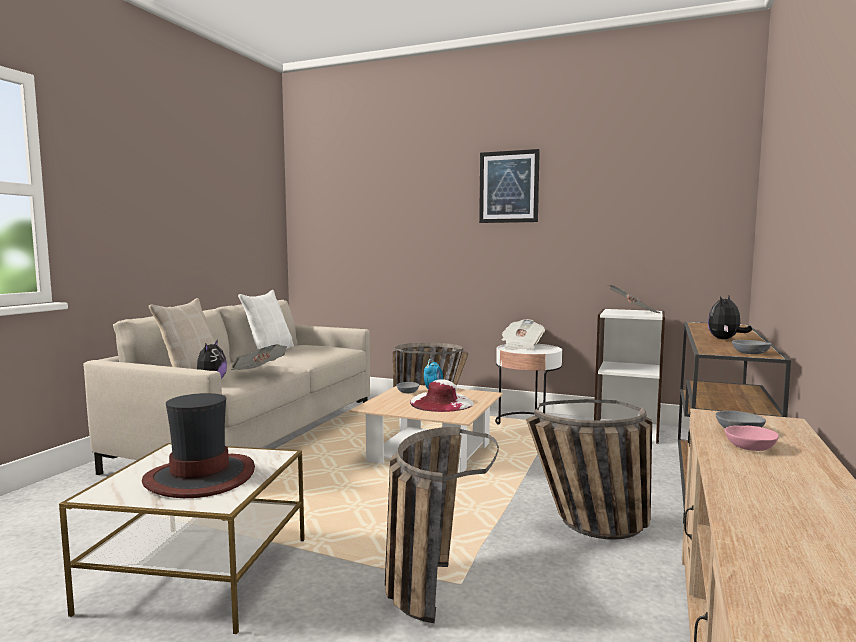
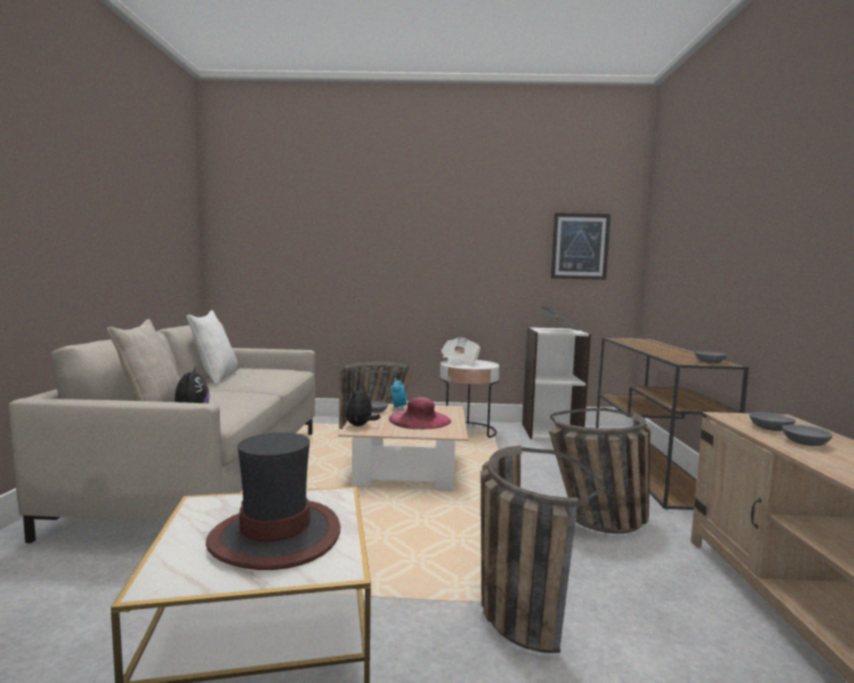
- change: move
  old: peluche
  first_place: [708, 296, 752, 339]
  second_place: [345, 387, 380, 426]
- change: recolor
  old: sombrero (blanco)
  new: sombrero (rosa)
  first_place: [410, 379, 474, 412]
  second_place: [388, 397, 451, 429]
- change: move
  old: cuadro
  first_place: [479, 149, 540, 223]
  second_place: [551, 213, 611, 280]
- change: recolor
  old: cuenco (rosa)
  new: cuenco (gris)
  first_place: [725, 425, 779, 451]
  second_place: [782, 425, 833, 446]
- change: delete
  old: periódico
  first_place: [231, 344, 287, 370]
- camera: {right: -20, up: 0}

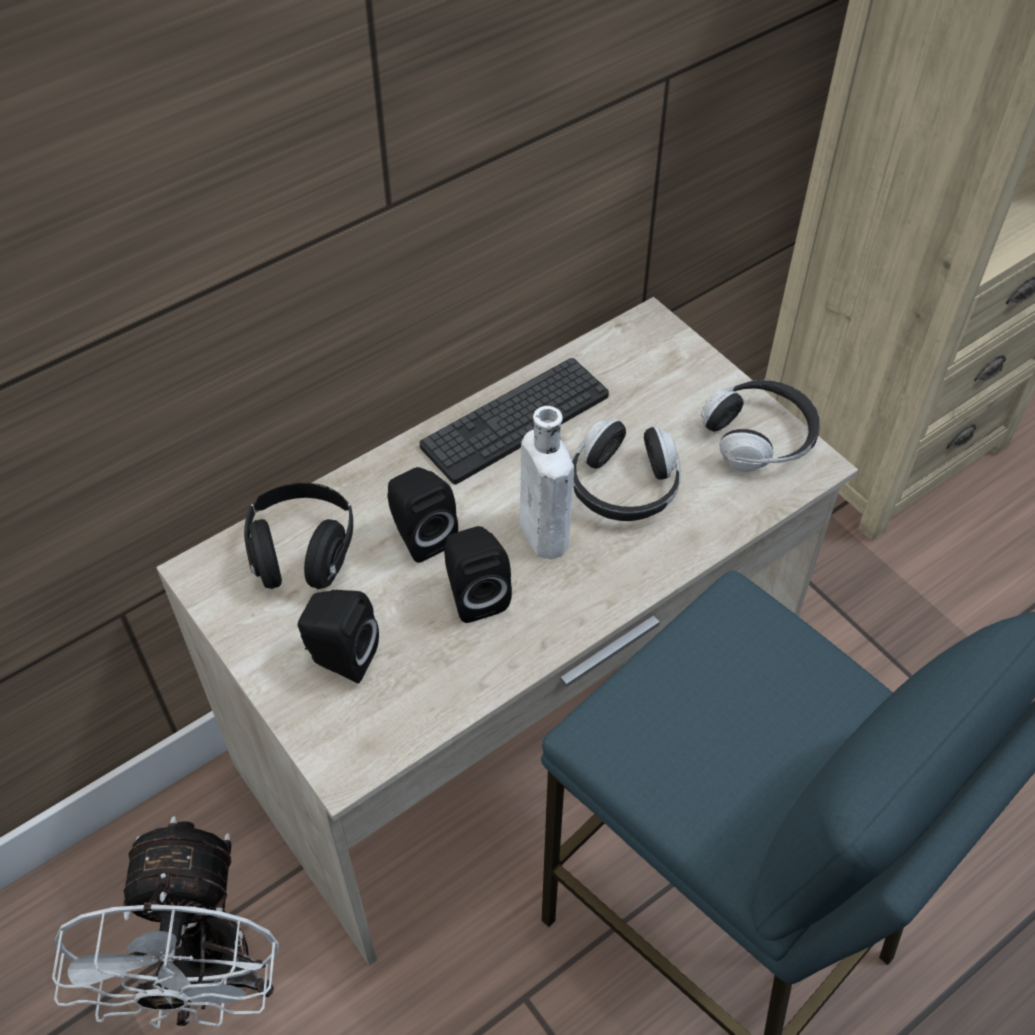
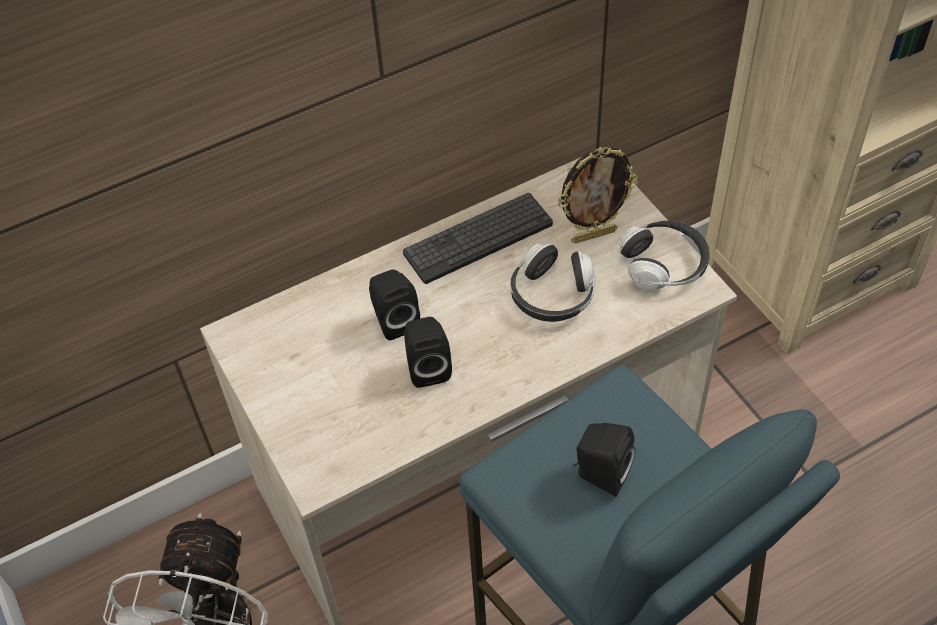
- change: insert
  new: portarretratos
  second_place: [557, 147, 638, 244]
- change: move
  old: altavoz (negro)
  first_place: [298, 590, 379, 684]
  second_place: [573, 423, 636, 497]
- change: delete
  old: auriculares (negro)
  first_place: [244, 483, 353, 589]
- change: delete
  old: botella (blanco)
  first_place: [520, 406, 574, 559]
- camera: {right: 10, up: 0}

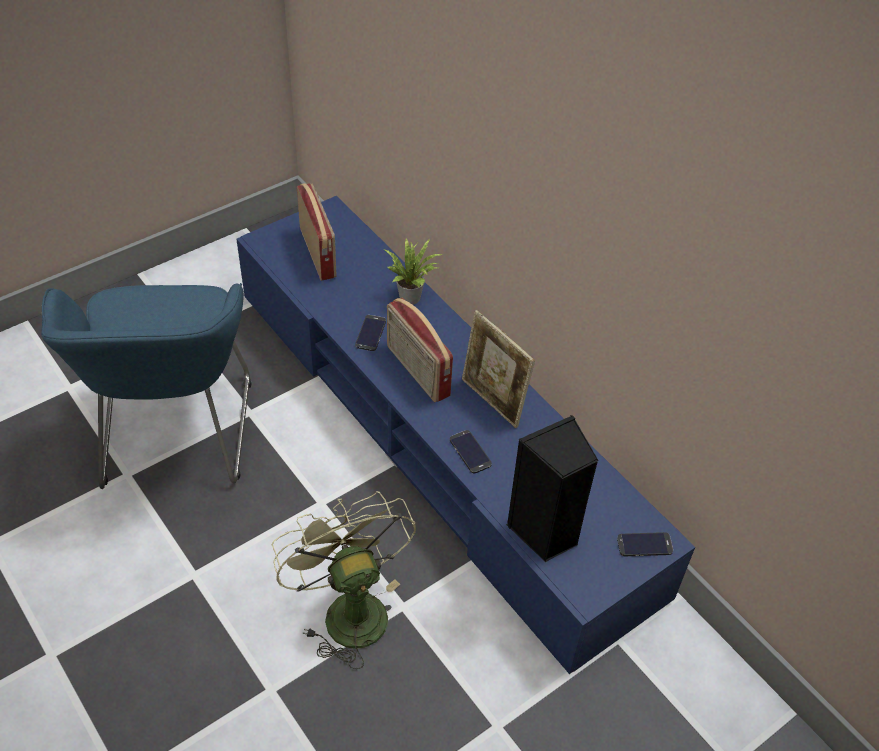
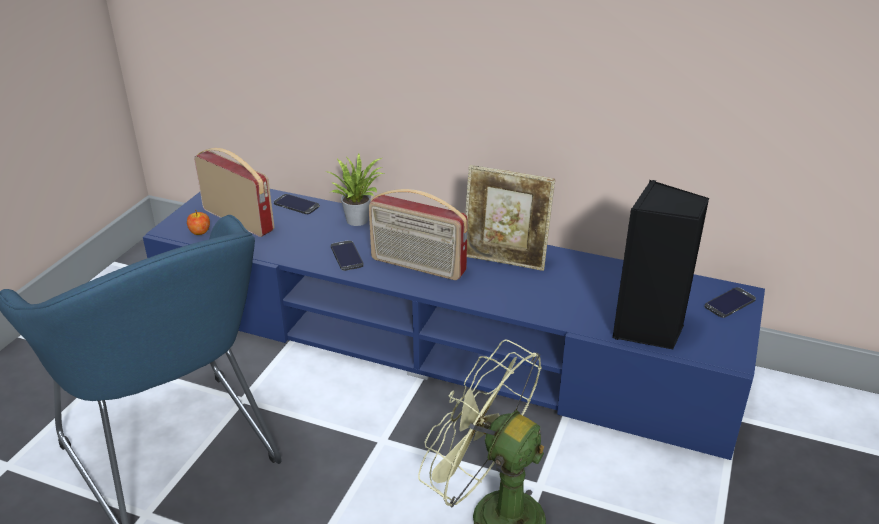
- change: insert
  new: manzana
  second_place: [187, 210, 210, 235]
- change: move
  old: móvil
  first_place: [450, 430, 492, 473]
  second_place: [274, 194, 319, 214]
- camera: {right: -30, up: -15}

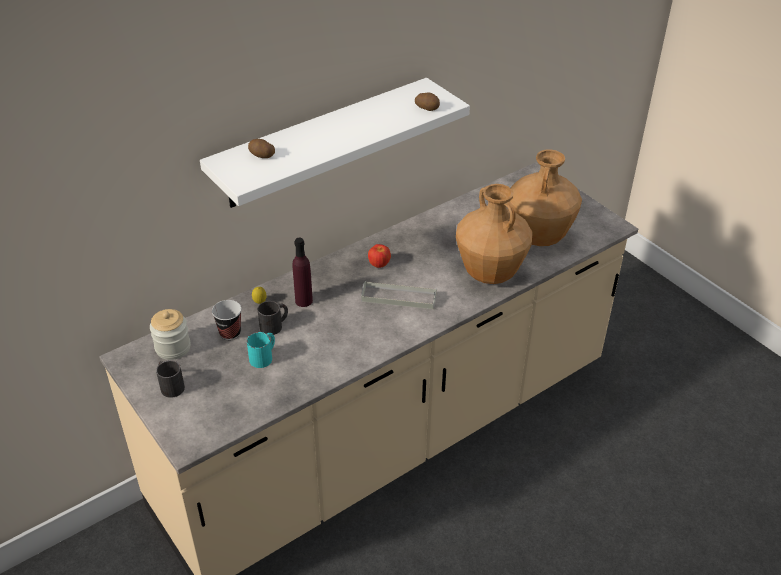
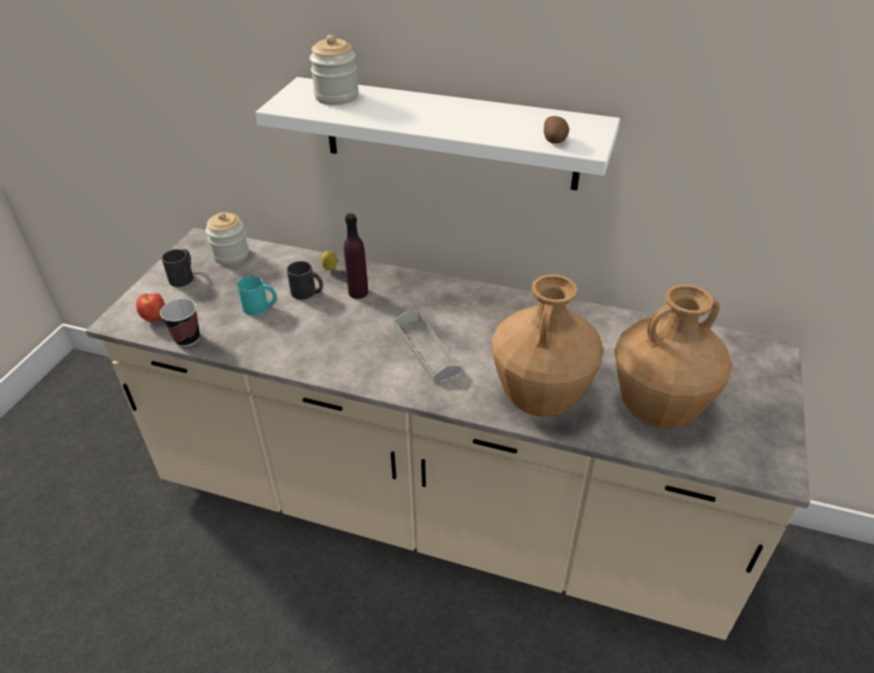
- change: move
  old: manzana
  first_place: [368, 244, 391, 268]
  second_place: [136, 293, 165, 322]
- change: move
  old: taza
  first_place: [212, 300, 242, 340]
  second_place: [160, 299, 200, 347]
- change: replace
  old: patata
  new: tarro
  first_place: [248, 139, 275, 158]
  second_place: [310, 35, 359, 105]
- camera: {right: 55, up: 0}

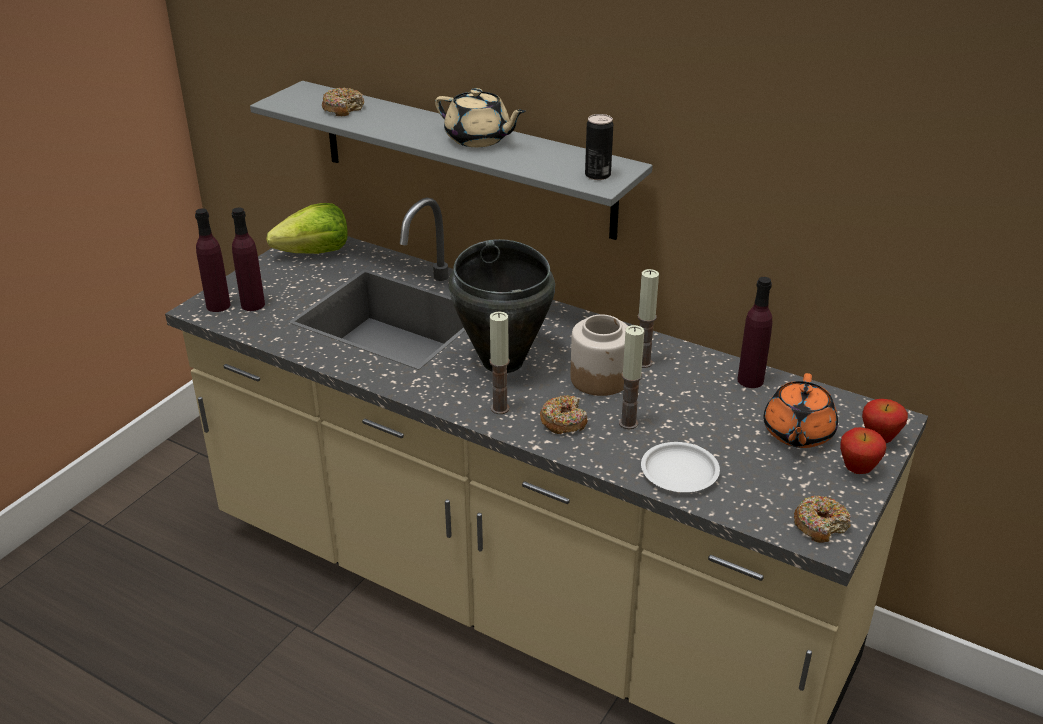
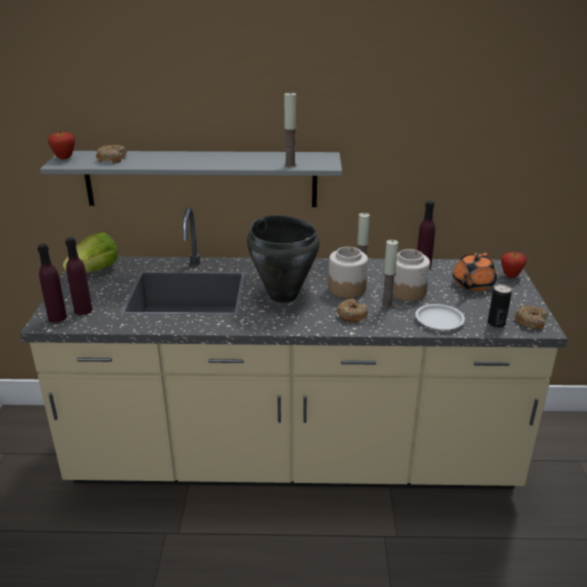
- change: move
  old: manzana
  first_place: [840, 427, 886, 474]
  second_place: [48, 131, 75, 159]
- change: move
  old: vela
  first_place: [489, 312, 510, 414]
  second_place: [284, 92, 297, 167]
- change: insert
  new: tarro
  second_place: [393, 249, 430, 301]
- change: rotate
  old: tetera (naranja)
  first_place: [764, 373, 838, 448]
  second_place: [453, 253, 497, 291]
  degrees: 45
- change: move
  old: lata
  first_place: [585, 114, 613, 180]
  second_place: [488, 284, 512, 328]
- change: delete
  old: tetera (beis)
  first_place: [435, 88, 526, 147]
- camera: {right: -30, up: -5}

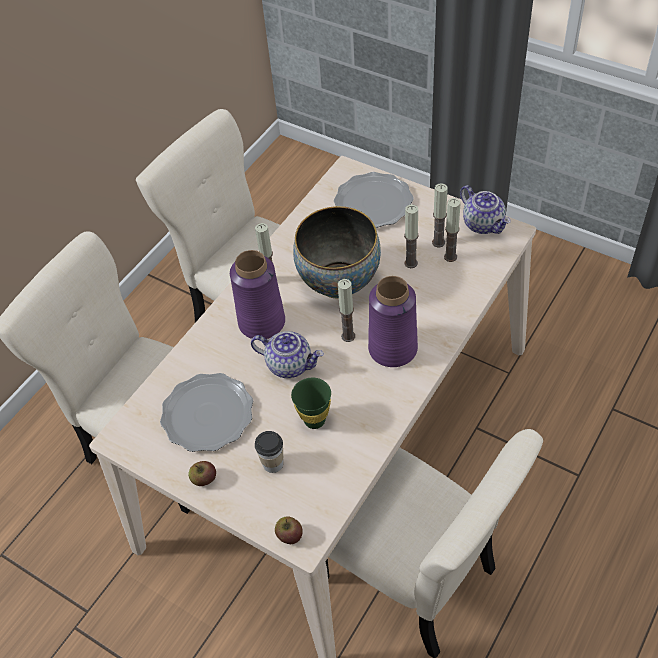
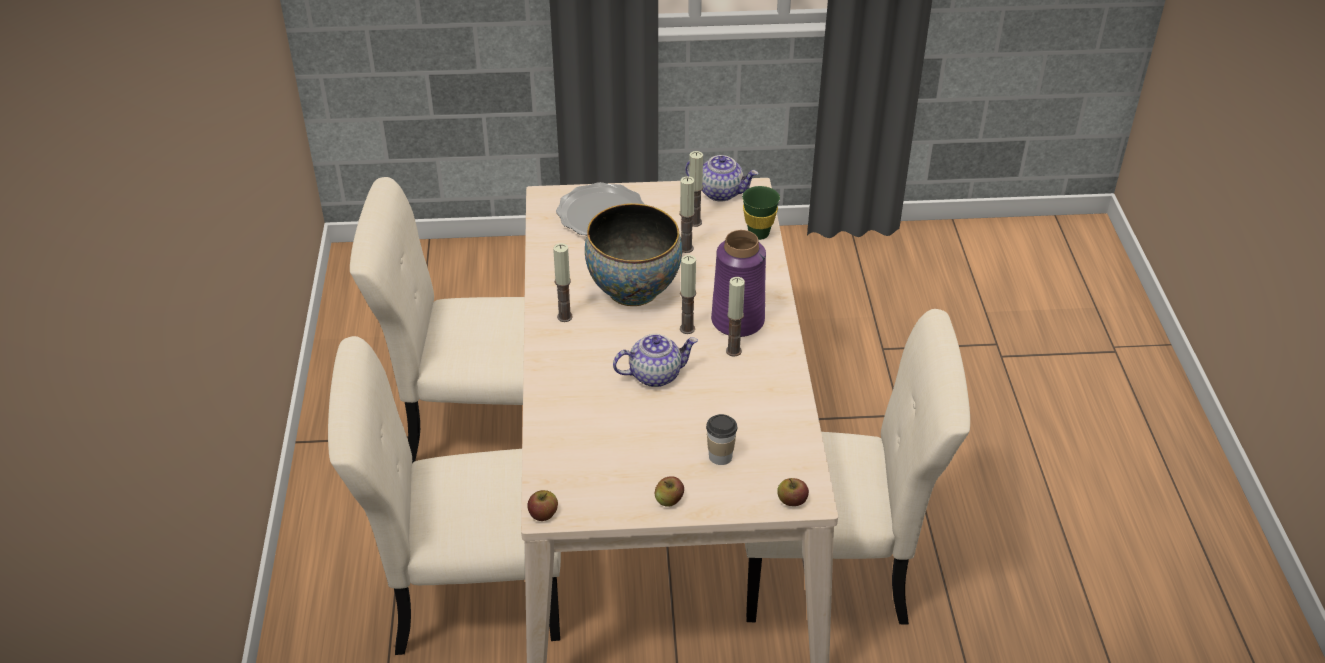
- change: insert
  new: manzana
  second_place: [527, 490, 558, 521]
- change: move
  old: vela
  first_place: [444, 198, 461, 262]
  second_place: [726, 277, 745, 357]
- change: move
  old: taza (verde)
  first_place: [291, 378, 331, 429]
  second_place: [742, 186, 780, 240]
- change: delete
  old: plato
  first_place: [160, 373, 253, 452]
- change: delete
  old: florero (morado)
  first_place: [230, 250, 285, 339]
- camera: {right: -40, up: -10}

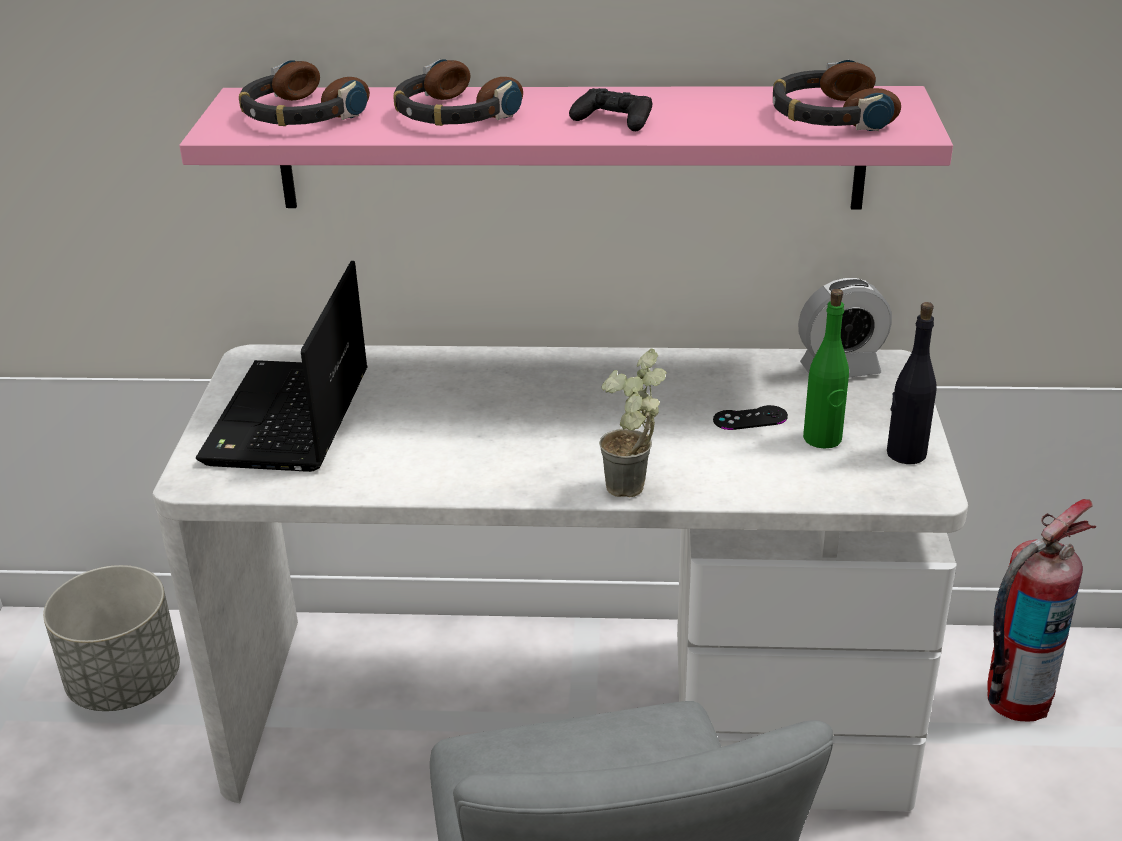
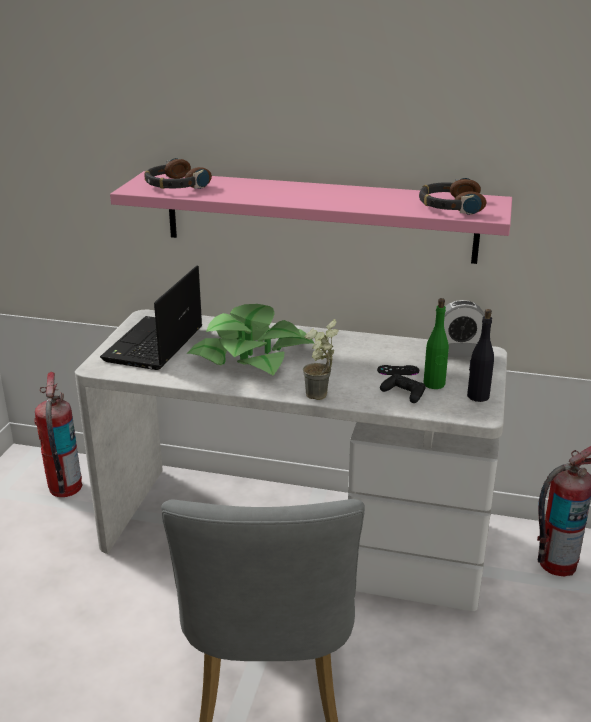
- change: replace
  old: maceta (gris)
  new: extintor
  first_place: [43, 565, 180, 711]
  second_place: [34, 372, 83, 497]
- change: insert
  new: planta en maceta
  second_place: [187, 304, 314, 376]
- change: move
  old: mando de consola (negro)
  first_place: [569, 88, 652, 131]
  second_place: [380, 374, 426, 403]
- change: delete
  old: auriculares
  first_place: [393, 59, 523, 126]
- camera: {right: 10, up: -5}

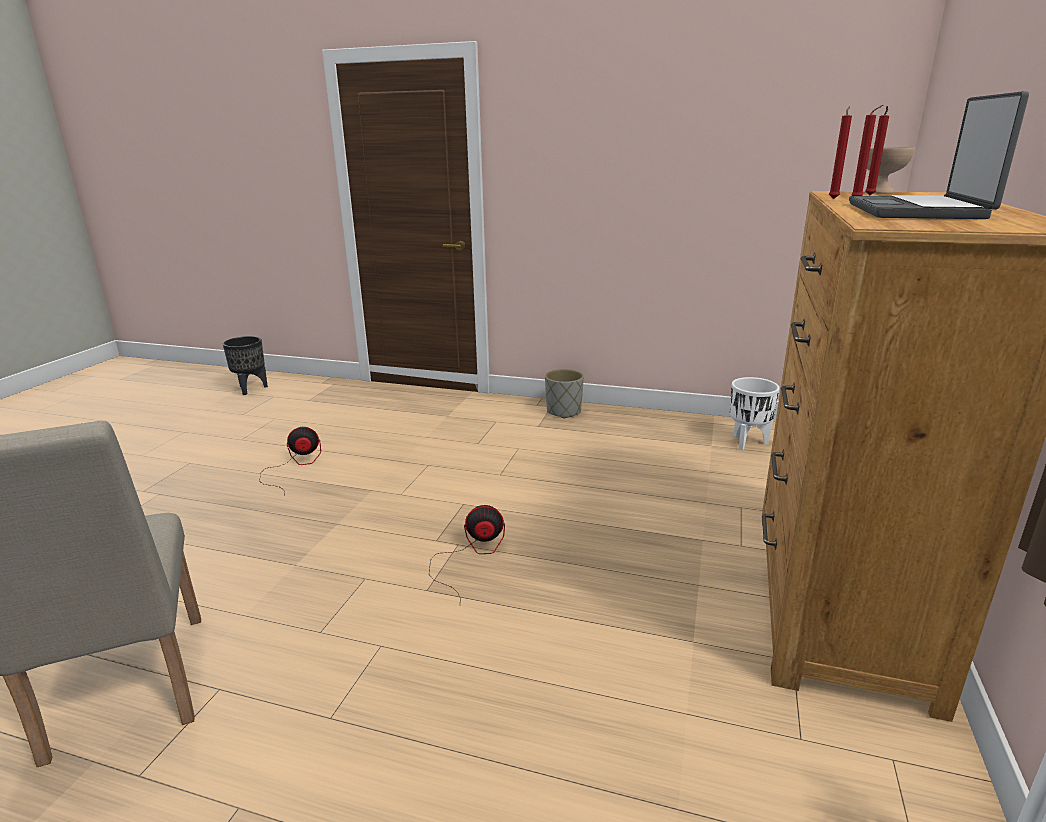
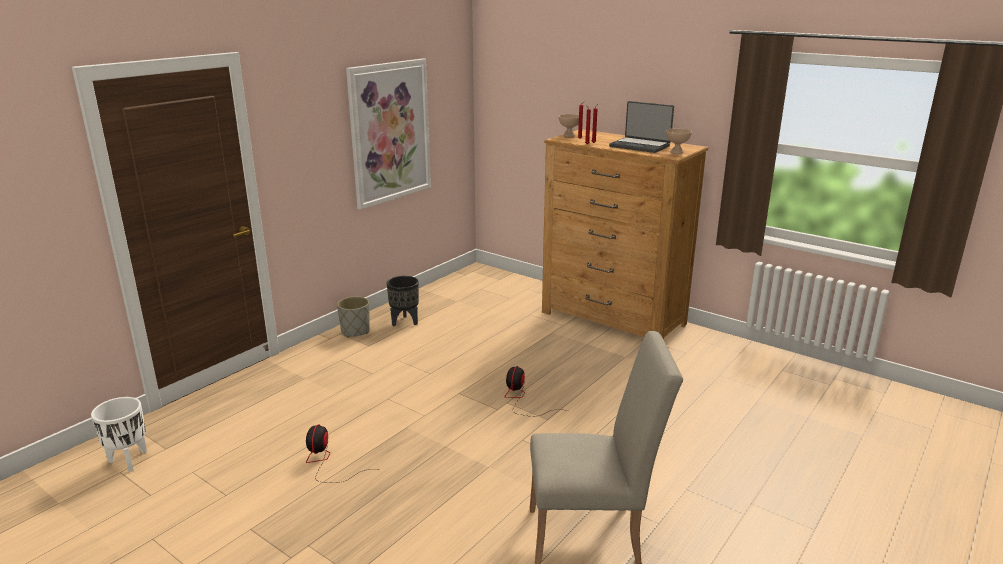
- change: move
  old: maceta (blanco)
  first_place: [730, 377, 780, 450]
  second_place: [91, 397, 147, 472]
- change: insert
  new: cuadro
  second_place: [346, 58, 431, 210]
- change: move
  old: maceta (negro)
  first_place: [223, 336, 268, 395]
  second_place: [387, 276, 419, 326]
- change: insert
  new: cuenco (beis)
  second_place: [666, 129, 692, 154]
- camera: {right: -70, up: 0}

